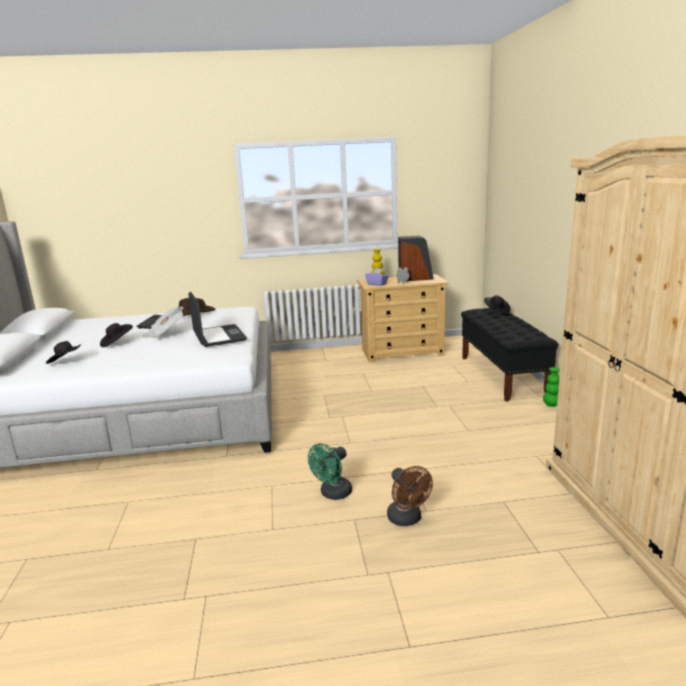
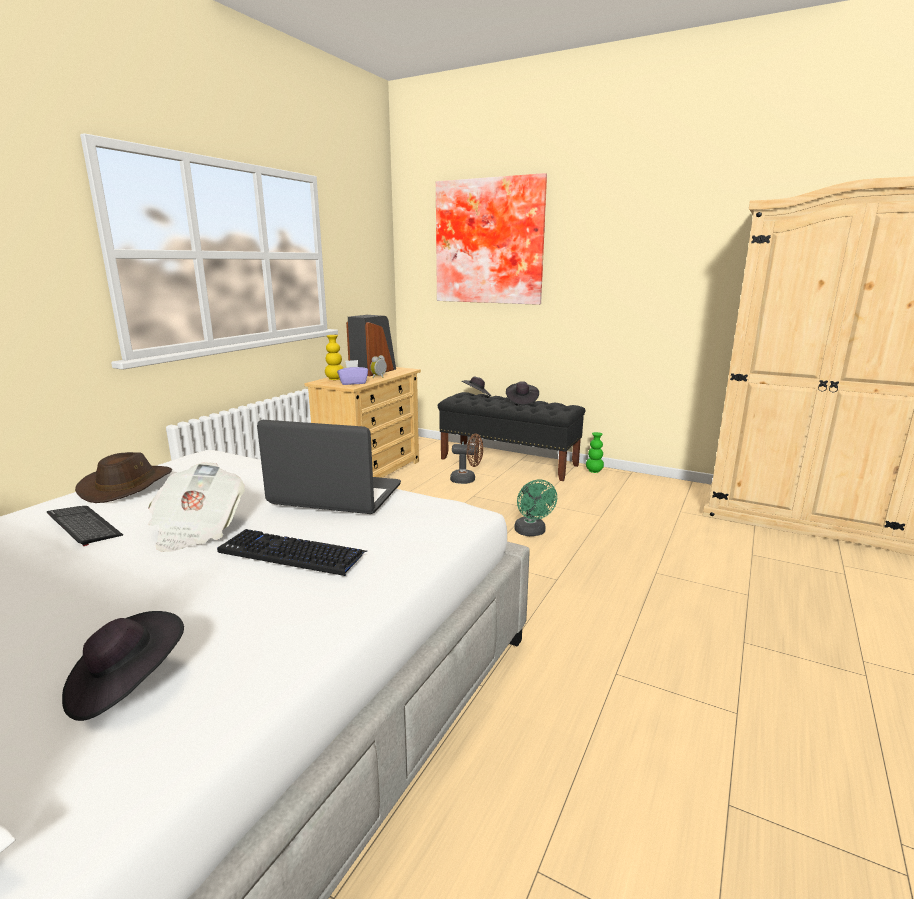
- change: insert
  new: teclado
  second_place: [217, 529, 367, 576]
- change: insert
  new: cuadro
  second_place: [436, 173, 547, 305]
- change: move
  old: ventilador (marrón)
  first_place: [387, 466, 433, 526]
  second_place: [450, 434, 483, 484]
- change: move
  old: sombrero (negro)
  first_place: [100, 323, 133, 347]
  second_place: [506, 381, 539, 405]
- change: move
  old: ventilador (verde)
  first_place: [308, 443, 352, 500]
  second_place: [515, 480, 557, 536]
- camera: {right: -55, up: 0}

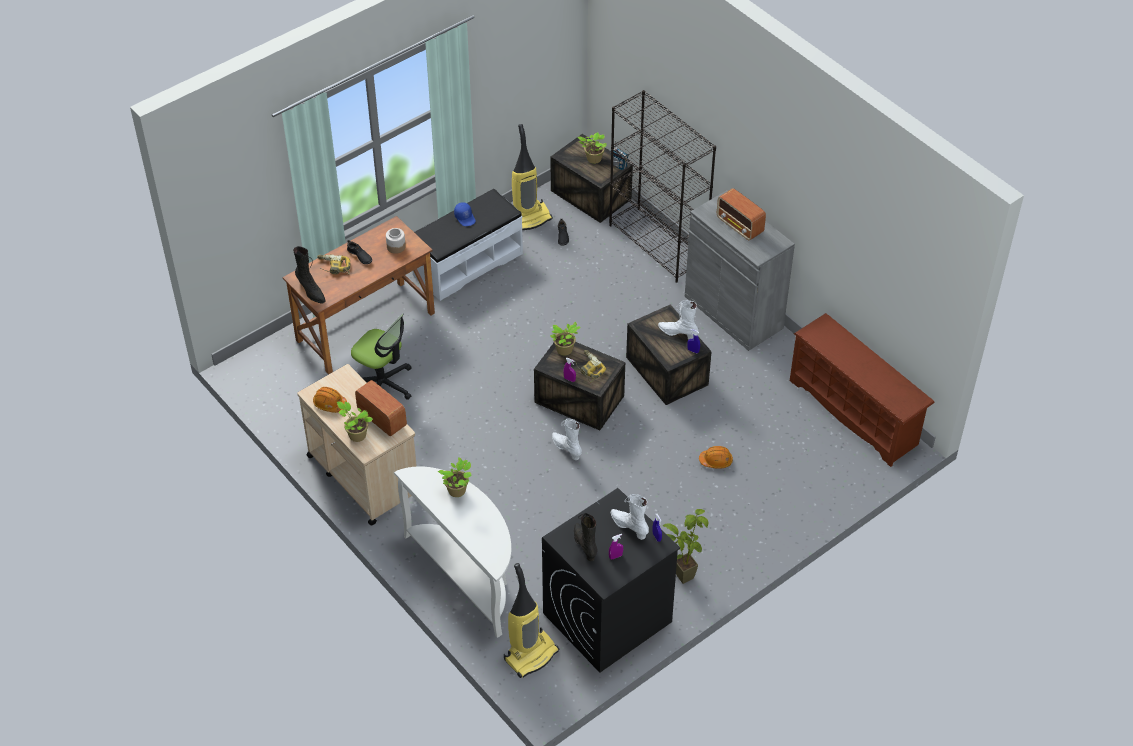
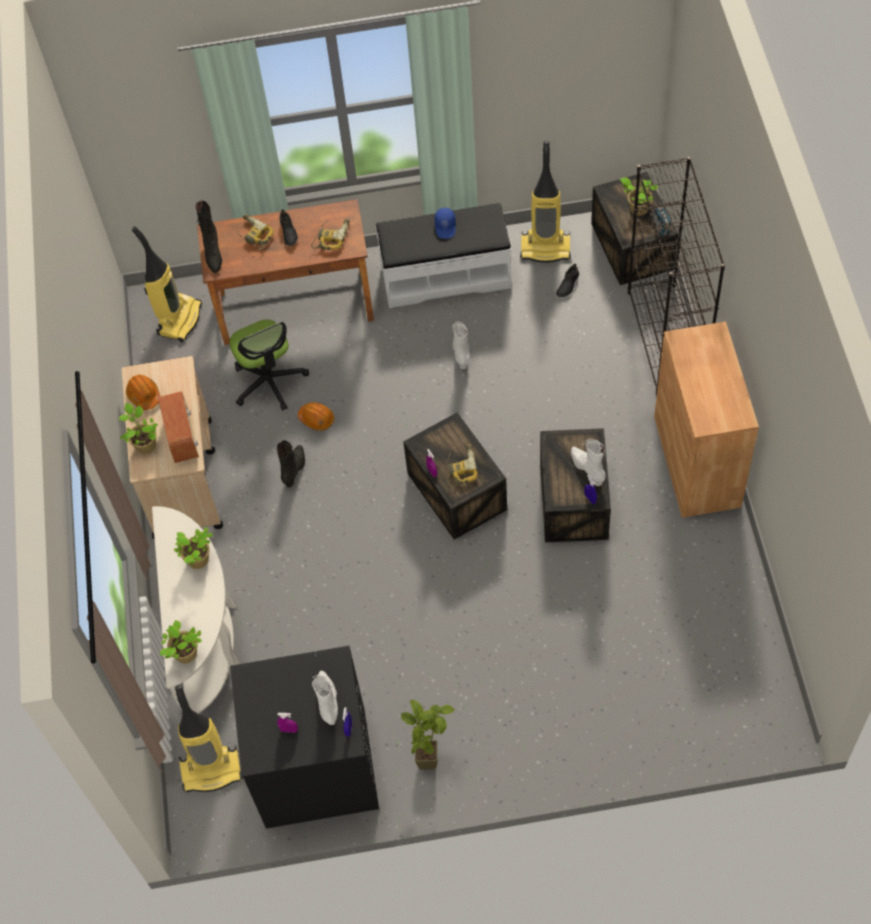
- change: insert
  new: aspiradora
  second_place: [132, 226, 202, 342]
- change: move
  old: planta en maceta
  first_place: [550, 322, 581, 355]
  second_place: [160, 620, 202, 663]
- change: move
  old: bota (negro)
  first_place: [574, 513, 597, 561]
  second_place: [277, 440, 305, 488]
- change: move
  old: casco (naranja)
  first_place: [699, 446, 733, 469]
  second_place: [298, 402, 334, 431]
- change: replace
  old: tarro
  new: taladro
  first_place: [386, 228, 406, 254]
  second_place: [311, 218, 350, 250]
- change: move
  old: bota (blanco)
  first_place: [552, 418, 582, 460]
  second_place: [453, 321, 469, 369]
- change: recolor
  old: armario (gris)
  new: armario (marrón)
  first_place: [685, 190, 795, 351]
  second_place: [654, 322, 759, 518]
- change: delete
  old: radio
  first_place: [717, 188, 766, 240]
- change: delete
  old: zapatero (marrón)
  first_place: [790, 313, 935, 467]
- camera: {right: 35, up: 10}

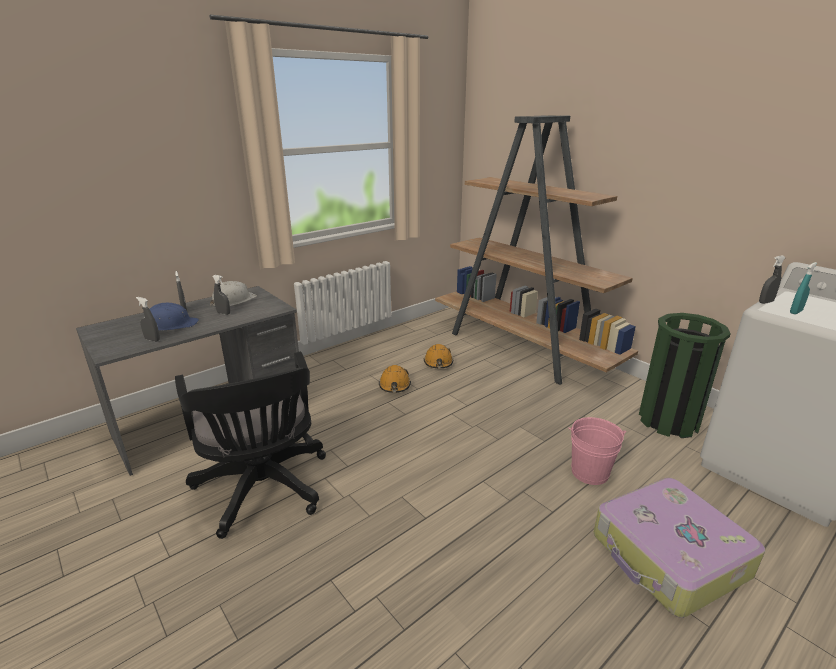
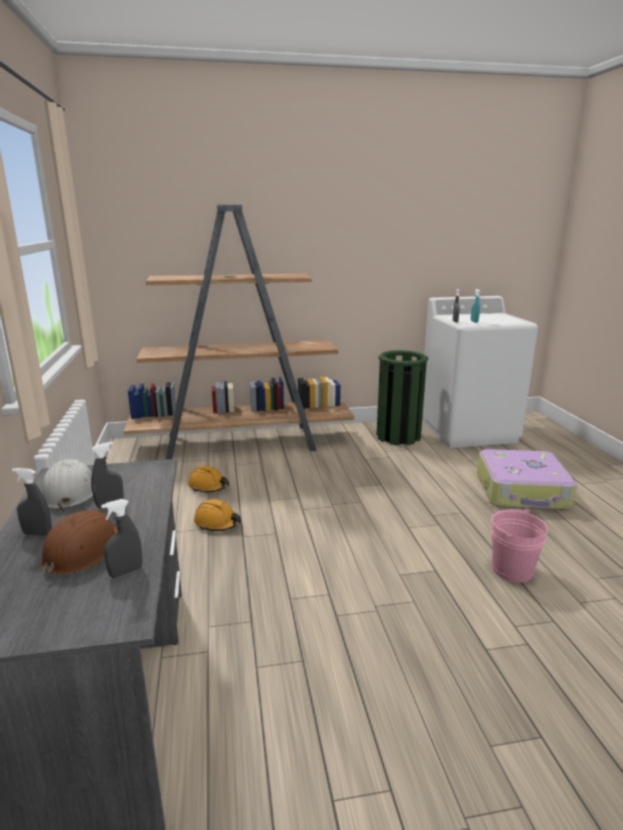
- change: recolor
  old: casco (azul)
  new: casco (marrón)
  first_place: [150, 303, 199, 331]
  second_place: [41, 511, 118, 576]
- change: move
  old: cubo (rosa)
  first_place: [568, 417, 626, 485]
  second_place: [491, 509, 548, 583]
- change: delete
  old: silla de oficina (negro)
  first_place: [175, 351, 326, 539]
- camera: {right: -60, up: -5}

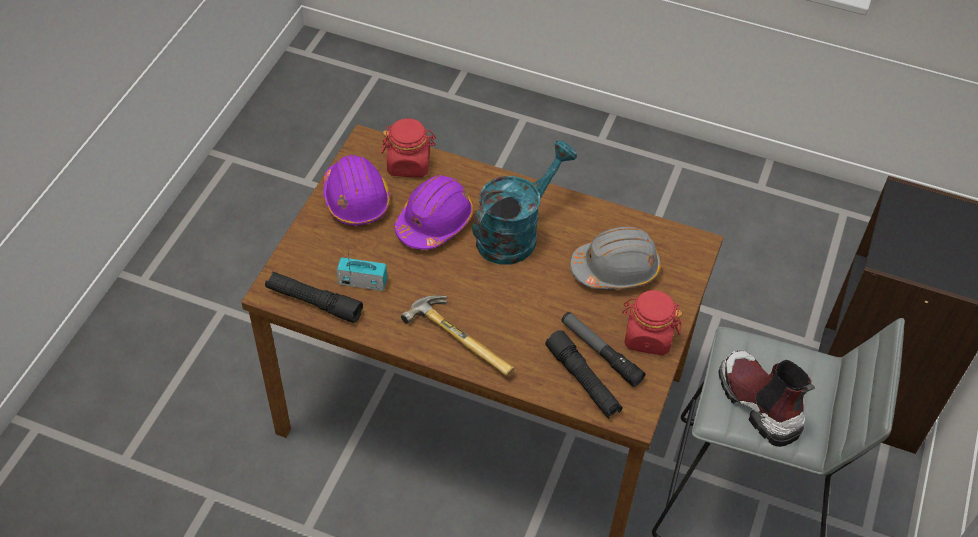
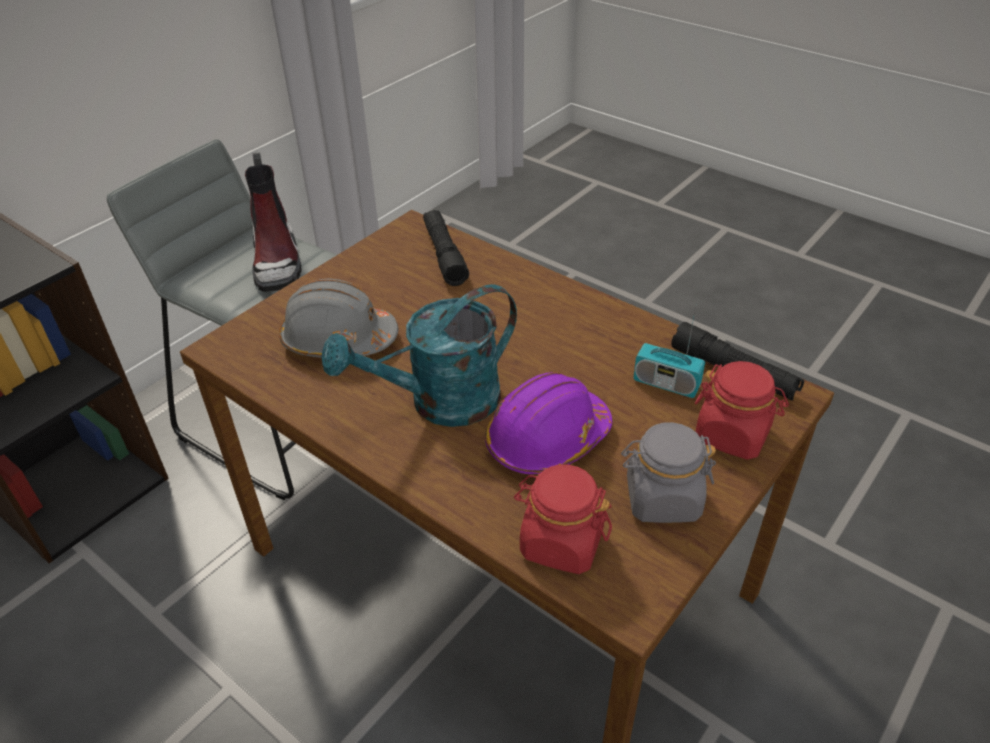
- change: replace
  old: casco (morado)
  new: tarro (gris)
  first_place: [322, 155, 390, 225]
  second_place: [621, 422, 716, 523]
- change: move
  old: tarro (rojo)
  first_place: [622, 290, 683, 355]
  second_place: [695, 361, 789, 460]
- change: delete
  old: martillo
  first_place: [401, 295, 515, 377]
- change: delete
  old: linterna
  first_place: [561, 312, 645, 387]
- camera: {right: -160, up: -10}

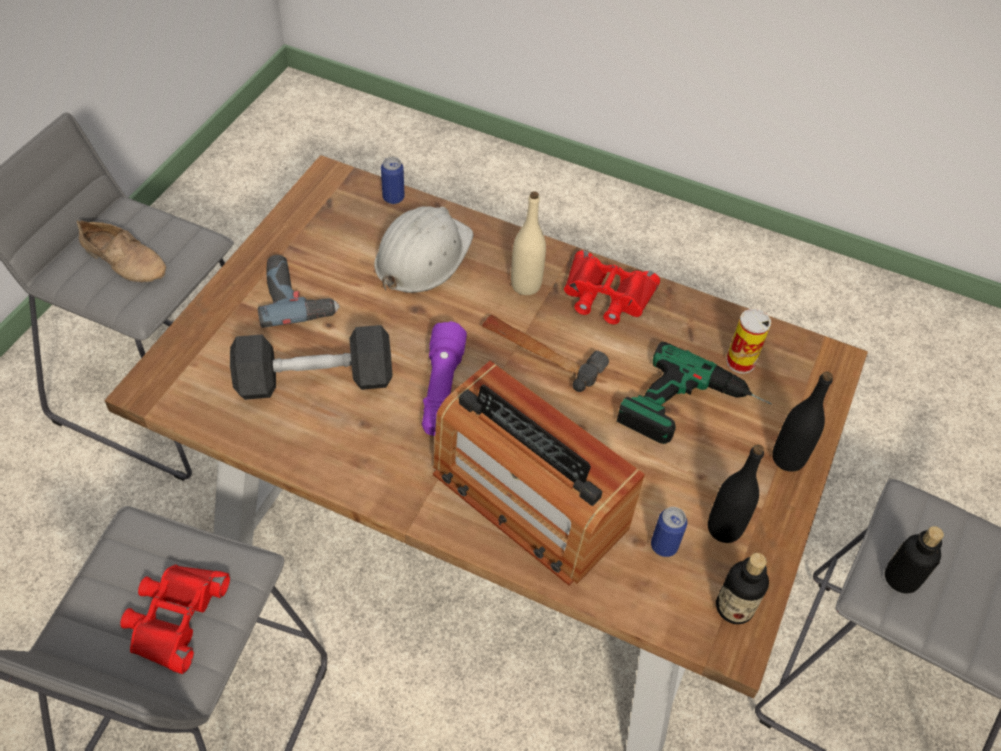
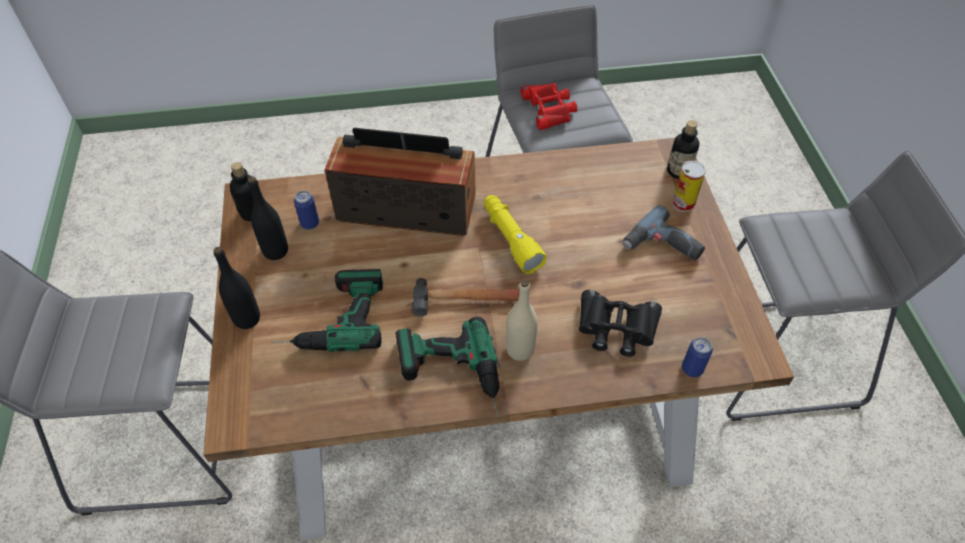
- change: replace
  old: prismáticos (rojo)
  new: taladro
  first_place: [564, 250, 660, 324]
  second_place: [395, 317, 499, 416]
- change: recolor
  old: linterna (morado)
  new: linterna (amarillo)
  first_place: [422, 321, 467, 436]
  second_place: [484, 195, 547, 274]
- change: replace
  old: casco (blanco)
  new: prismáticos (negro)
  first_place: [374, 206, 474, 293]
  second_place: [579, 290, 662, 357]
- change: move
  old: botella
  first_place: [885, 526, 944, 594]
  second_place: [667, 120, 699, 179]
- change: move
  old: lata
  first_place: [726, 309, 771, 374]
  second_place: [672, 161, 706, 212]
- change: delete
  old: zapato (beis)
  first_place: [77, 220, 166, 282]
- change: delete
  old: mancuerna (gris)
  first_place: [230, 325, 392, 400]
- camera: {right: 150, up: 0}

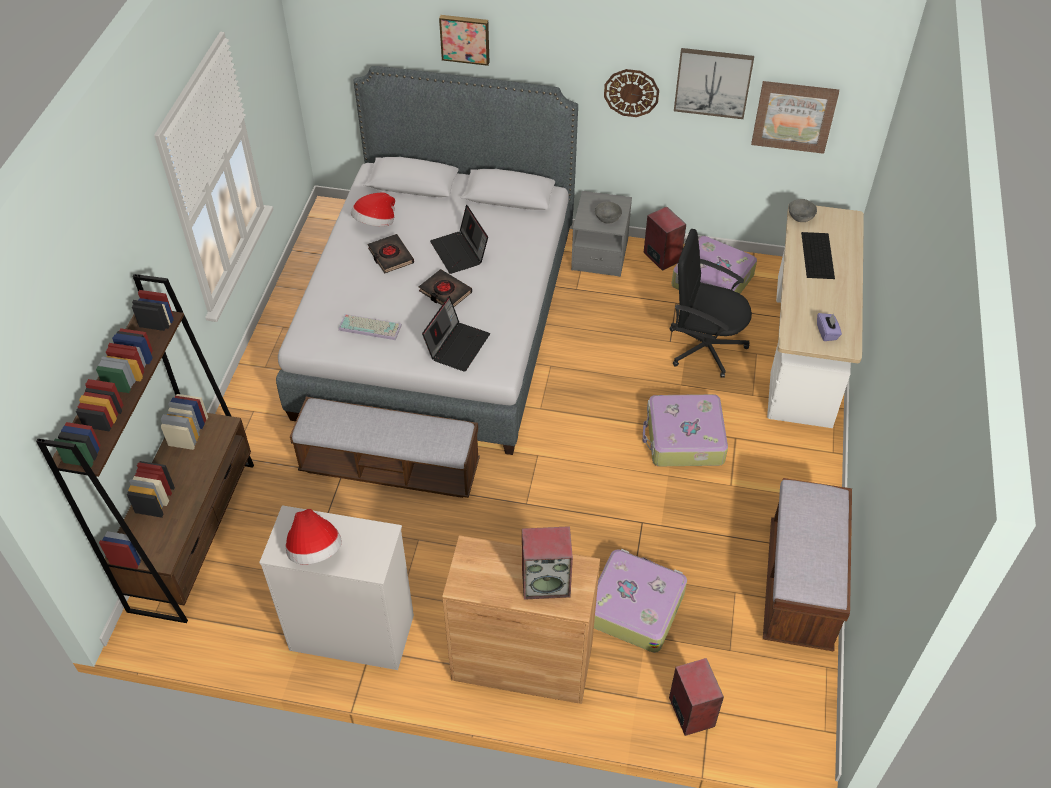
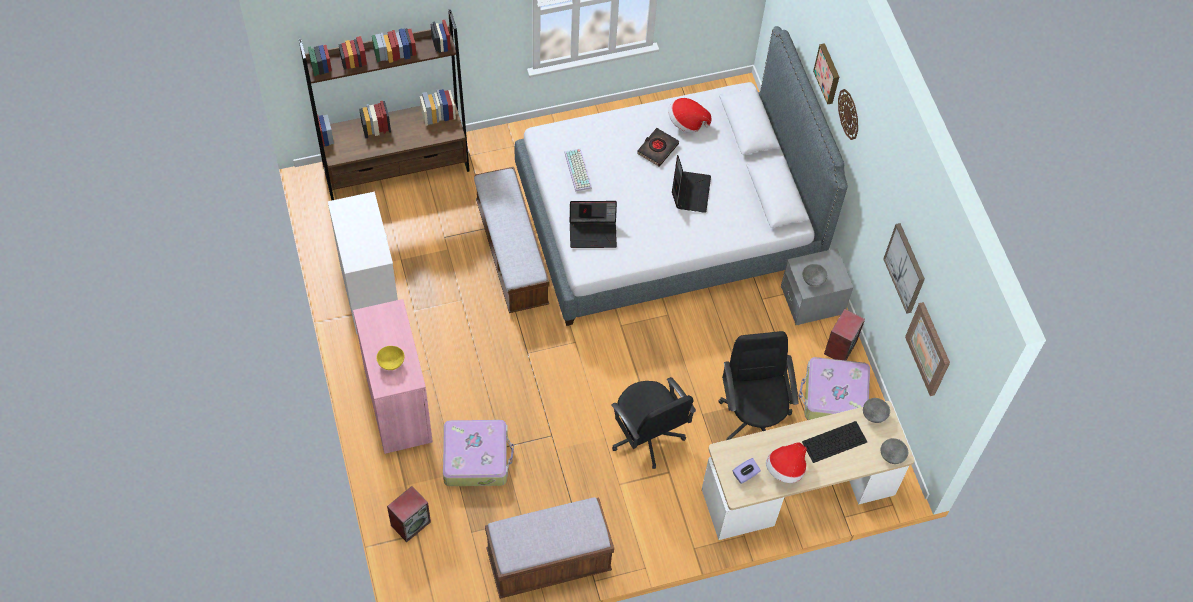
- change: recolor
  old: armario (marrón)
  new: armario (rosa)
  first_place: [442, 535, 600, 704]
  second_place: [353, 299, 433, 454]
- change: replace
  old: altavoz
  new: cuenco (amarillo)
  first_place: [522, 526, 573, 600]
  second_place: [376, 346, 404, 370]
- change: replace
  old: maleta
  new: silla de oficina (negro)
  first_place: [643, 394, 728, 466]
  second_place: [611, 377, 696, 469]
- change: rotate
  old: portátil
  first_place: [430, 205, 488, 274]
  second_place: [672, 155, 711, 213]
  degrees: 150
- change: move
  old: sombrero
  first_place: [286, 509, 342, 565]
  second_place: [766, 442, 807, 483]
- change: move
  old: reloj de pared
  first_place: [604, 69, 659, 117]
  second_place: [838, 89, 858, 140]
- change: insert
  new: cuenco (gris)
  second_place: [880, 438, 908, 464]
- change: delete
  old: libro (negro)
  first_place: [419, 269, 472, 307]
- camera: {right: 60, up: 10}

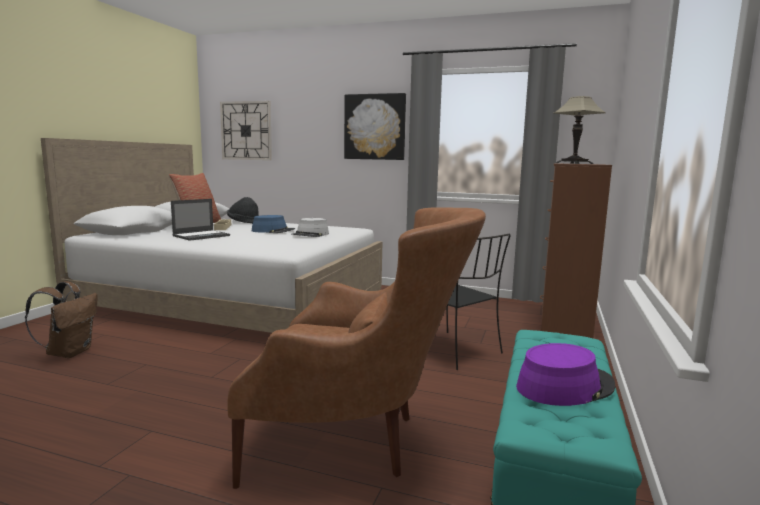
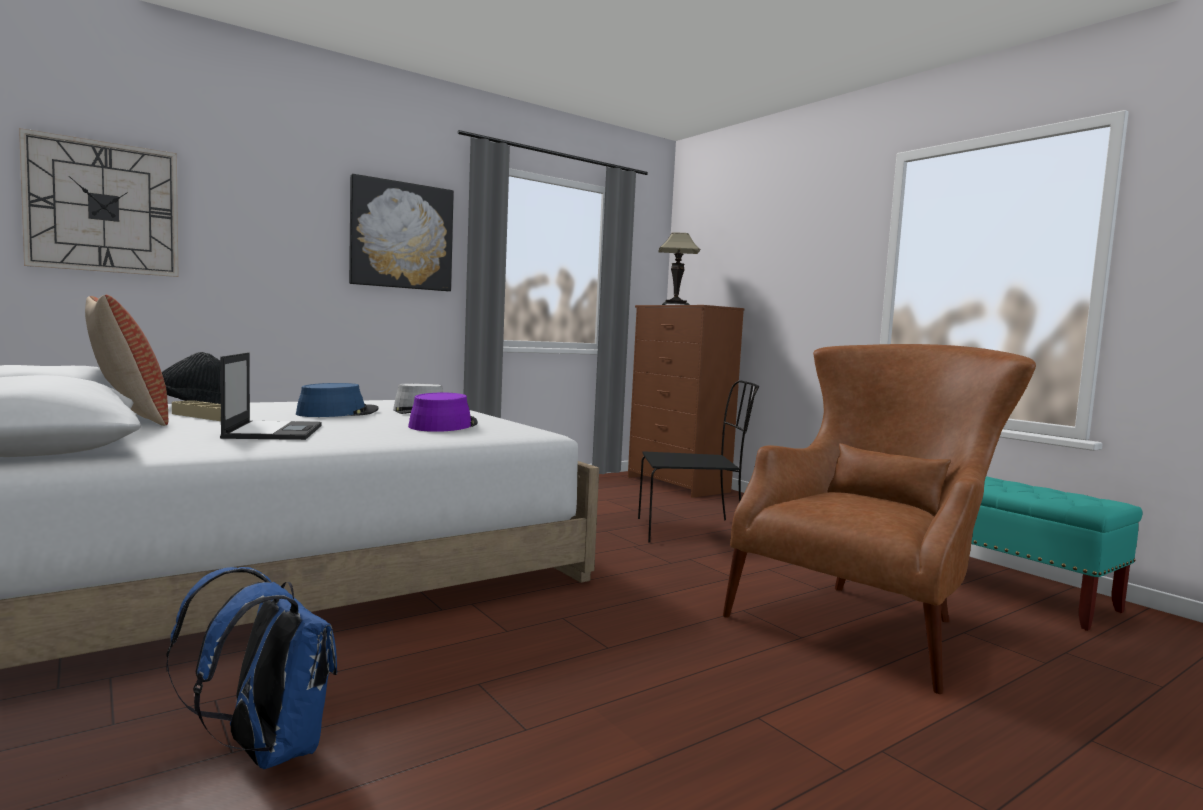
- change: recolor
  old: mochila (marrón)
  new: mochila (azul)
  first_place: [25, 281, 97, 358]
  second_place: [166, 567, 337, 769]
- change: move
  old: sombrero (morado)
  first_place: [516, 343, 615, 406]
  second_place: [408, 393, 478, 432]
- camera: {right: -55, up: -5}

